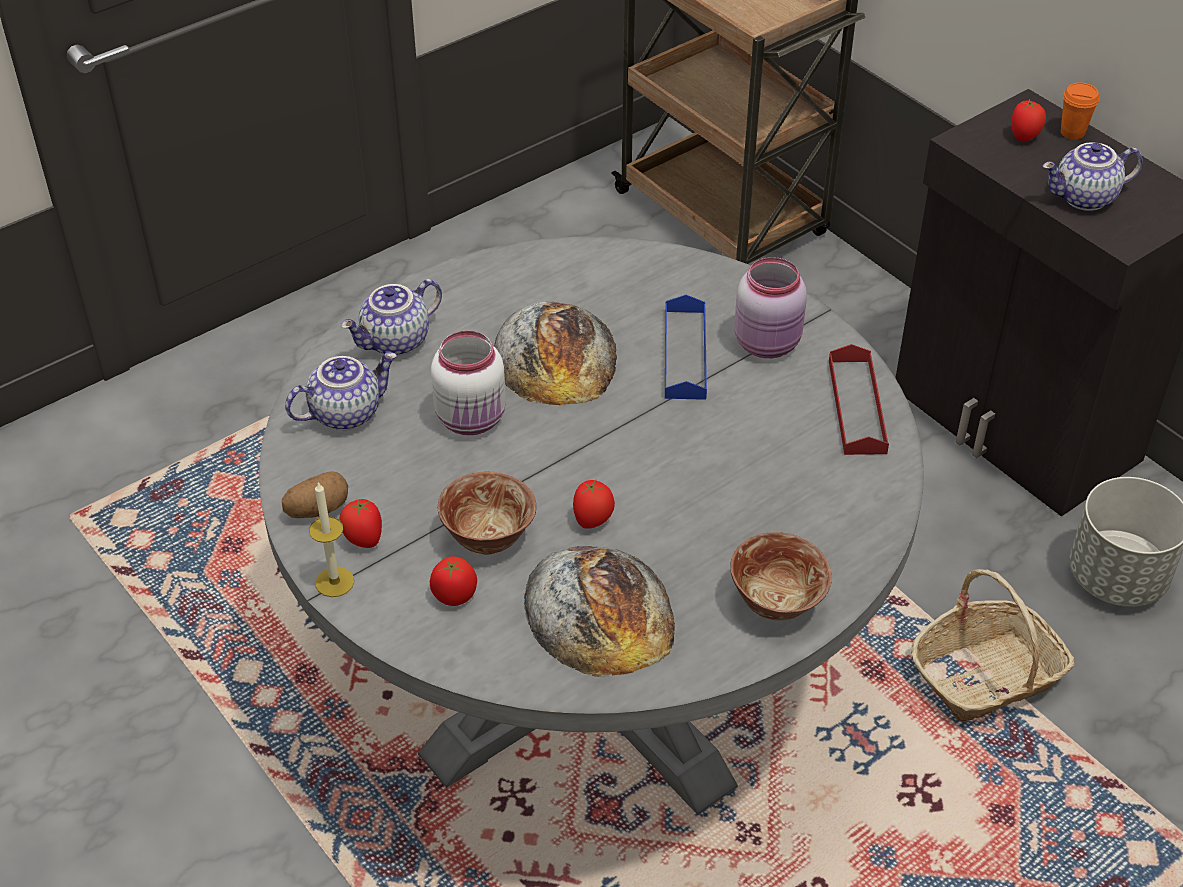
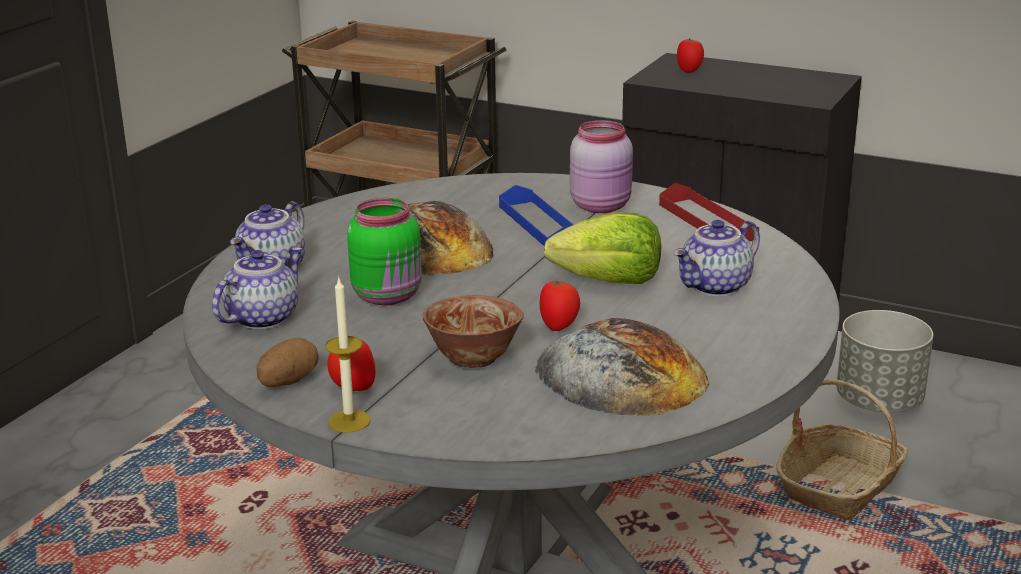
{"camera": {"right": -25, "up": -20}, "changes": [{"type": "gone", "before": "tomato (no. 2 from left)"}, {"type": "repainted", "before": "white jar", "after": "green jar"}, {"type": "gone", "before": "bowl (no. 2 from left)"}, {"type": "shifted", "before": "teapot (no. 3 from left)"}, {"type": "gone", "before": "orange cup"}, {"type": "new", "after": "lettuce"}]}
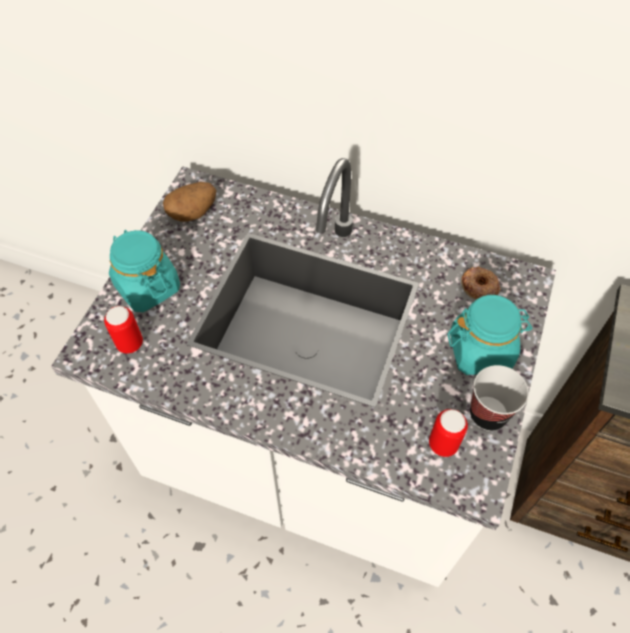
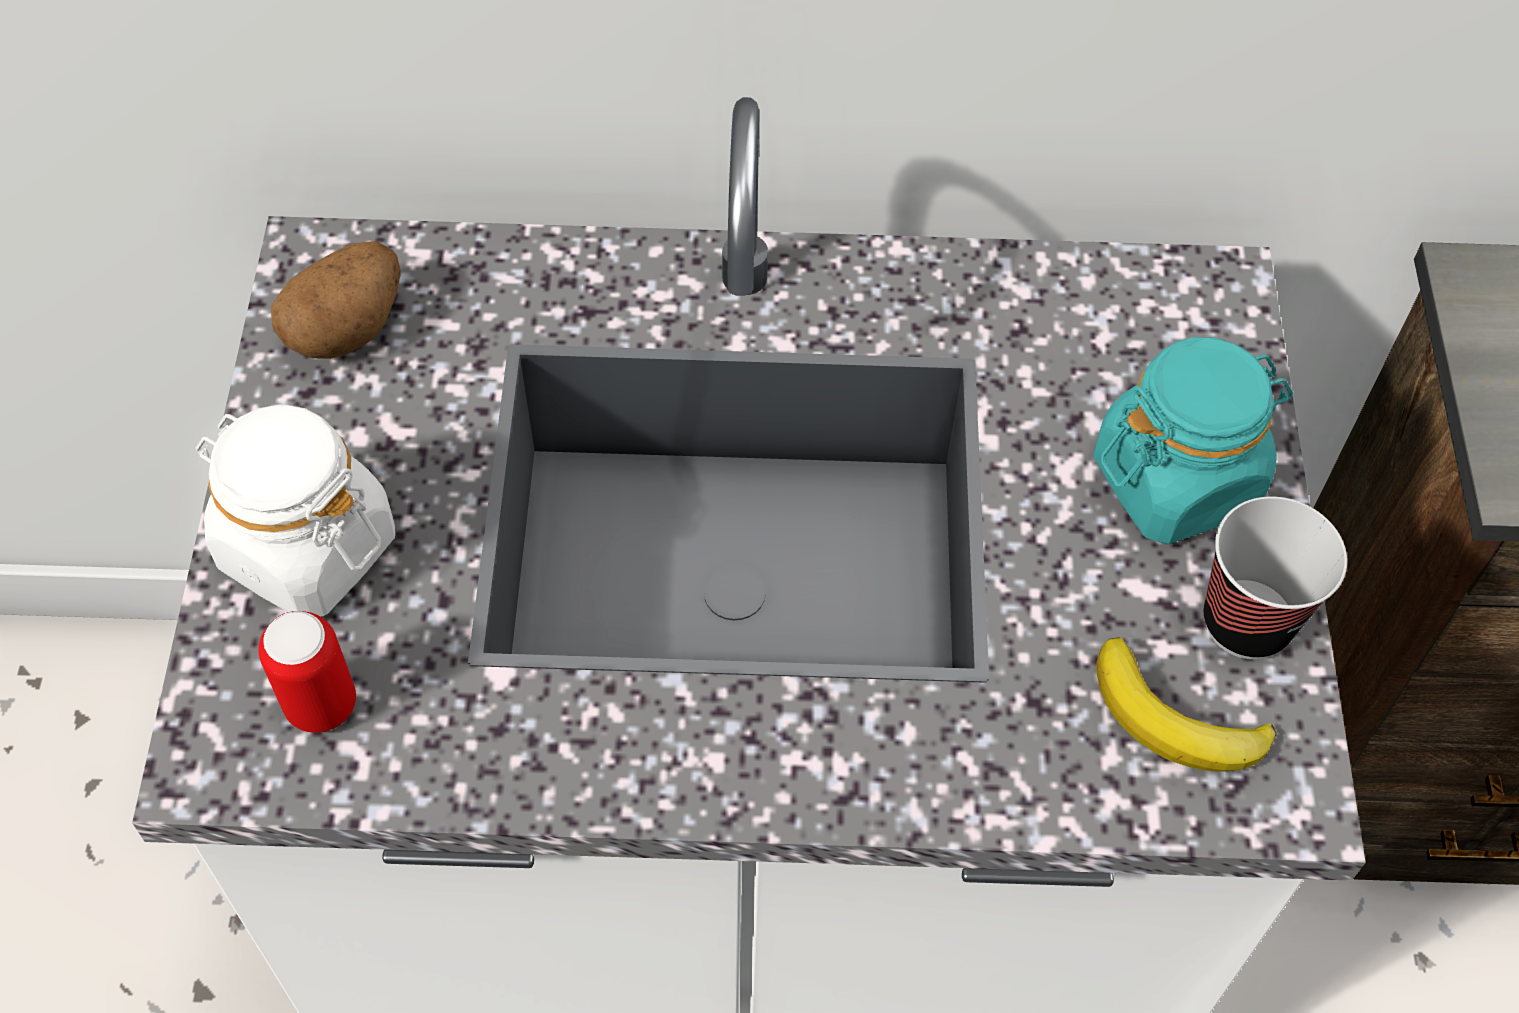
{"camera": {"right": -20, "up": 0}, "changes": [{"type": "repainted", "before": "turquoise jar (no. 1 from left)", "after": "white jar"}, {"type": "swapped", "before": "can (no. 2 from left)", "after": "banana"}, {"type": "gone", "before": "donut"}]}
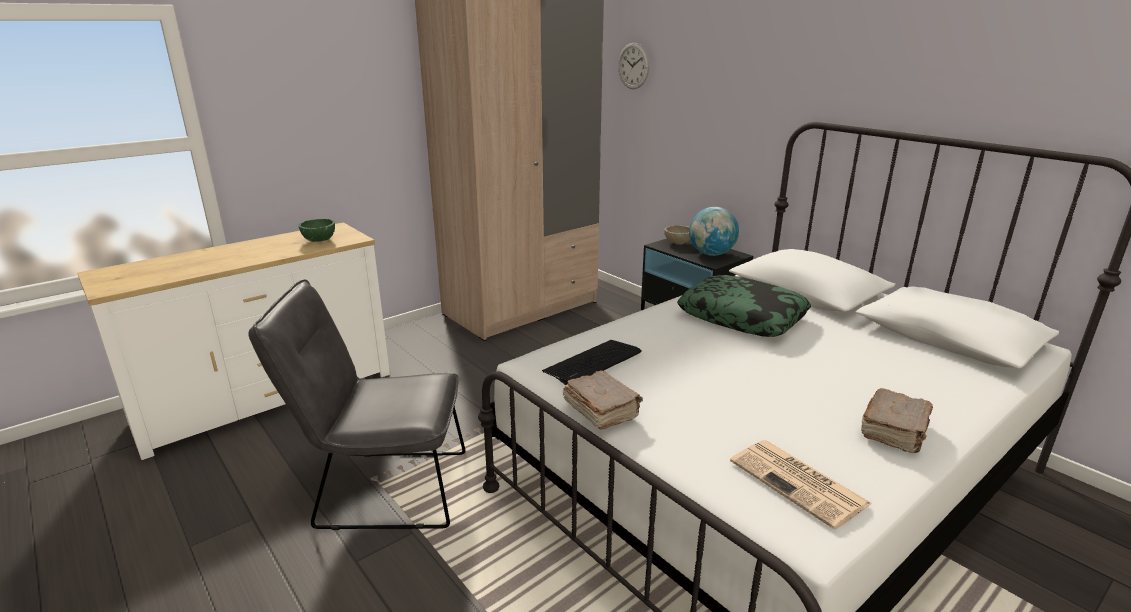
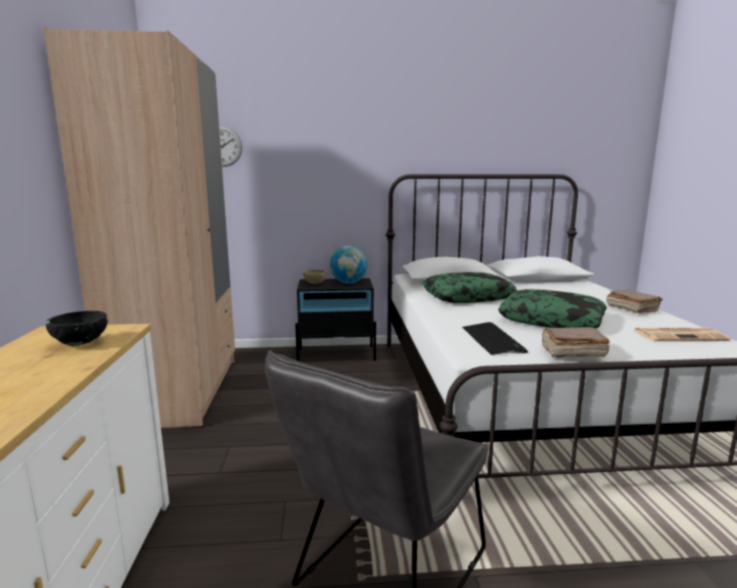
{"camera": {"right": -55, "up": -10}, "changes": [{"type": "repainted", "before": "green bowl", "after": "black bowl"}, {"type": "new", "after": "pillow (no. 2 from left)"}]}
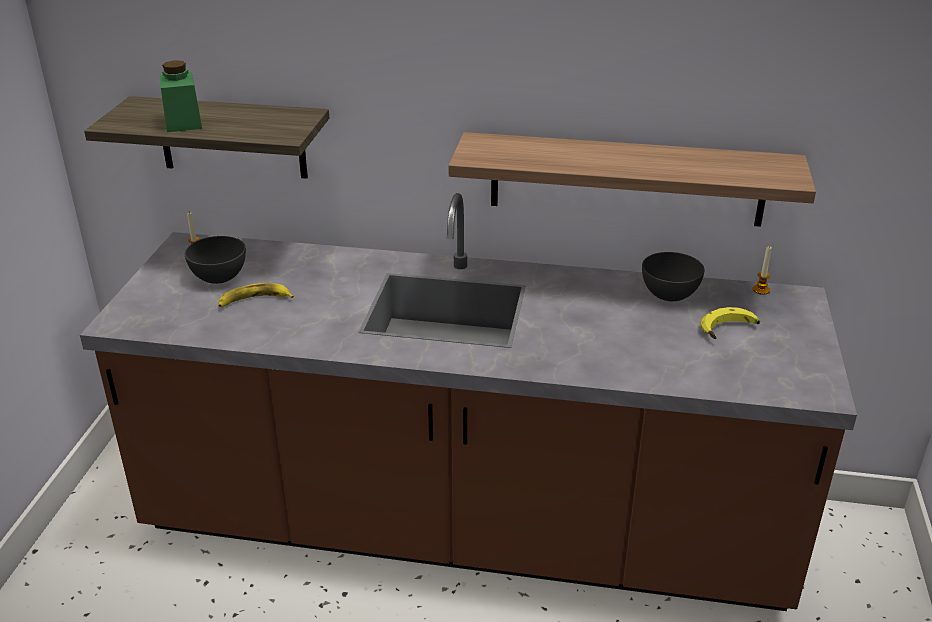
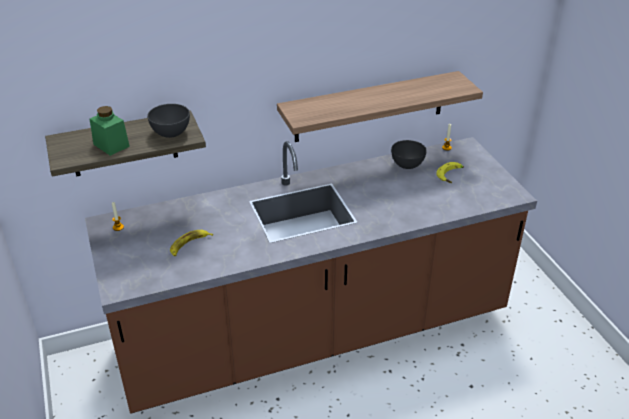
{"camera": {"right": -30, "up": 5}, "changes": [{"type": "shifted", "before": "grey bowl (no. 1 from left)"}]}
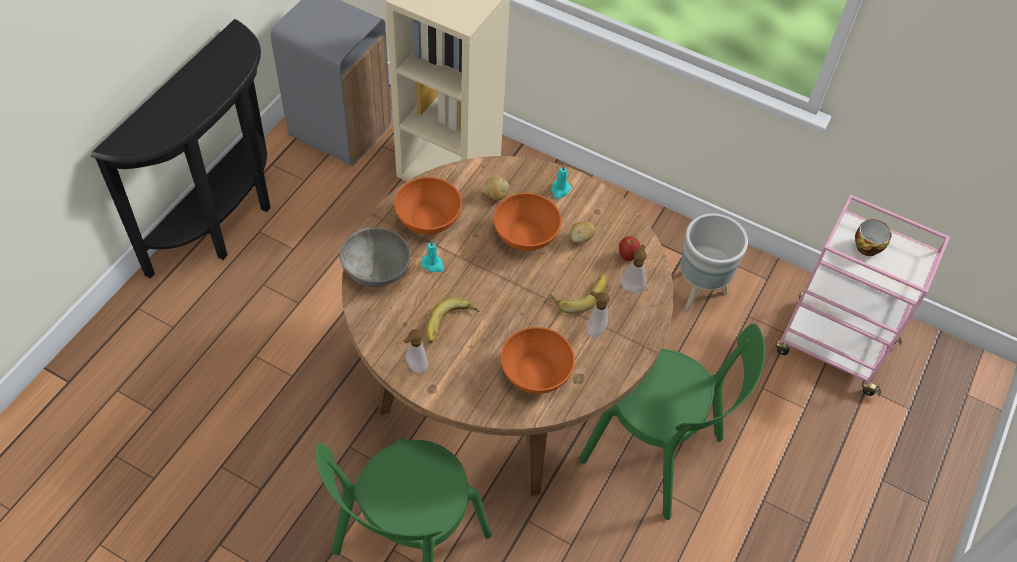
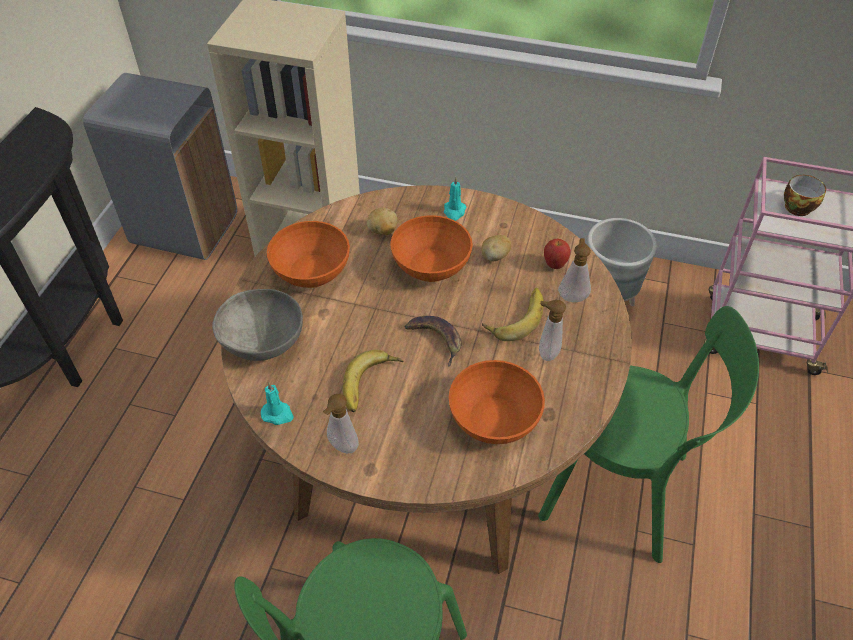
{"camera": {"right": -10, "up": -5}, "changes": [{"type": "shifted", "before": "turquoise candle (no. 1 from left)"}, {"type": "new", "after": "banana (no. 2 from left)"}]}
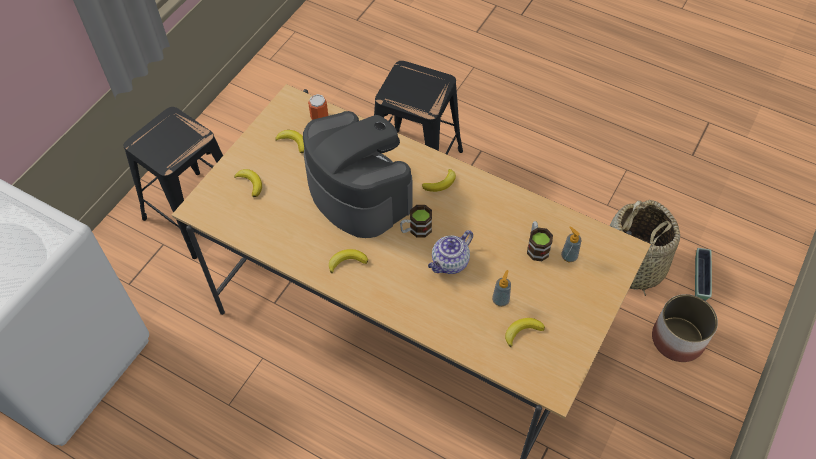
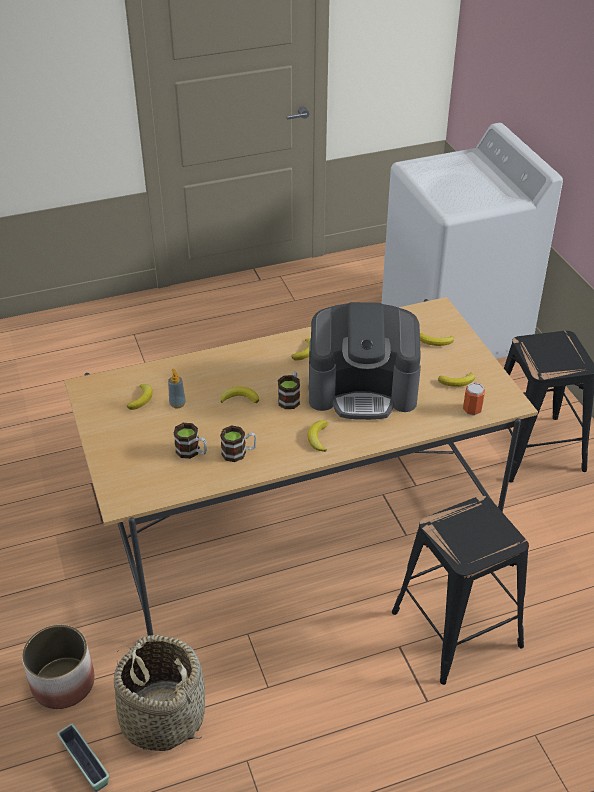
{"camera": {"right": 130, "up": -15}, "changes": [{"type": "swapped", "before": "teapot", "after": "banana (no. 2 from left)"}, {"type": "gone", "before": "soap dispenser (no. 2 from left)"}, {"type": "new", "after": "mug (no. 2 from left)"}]}
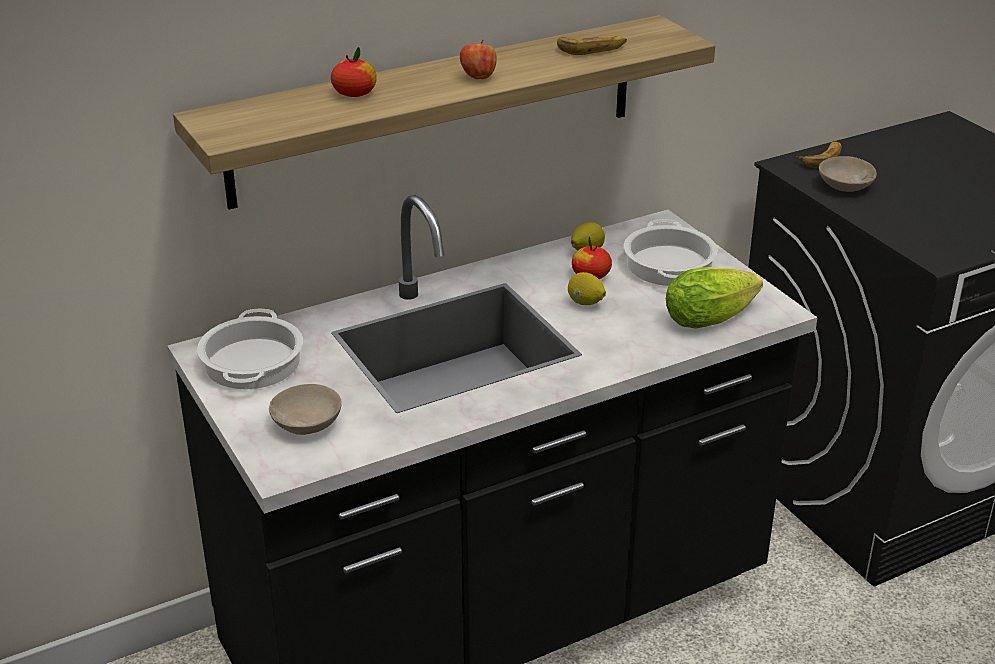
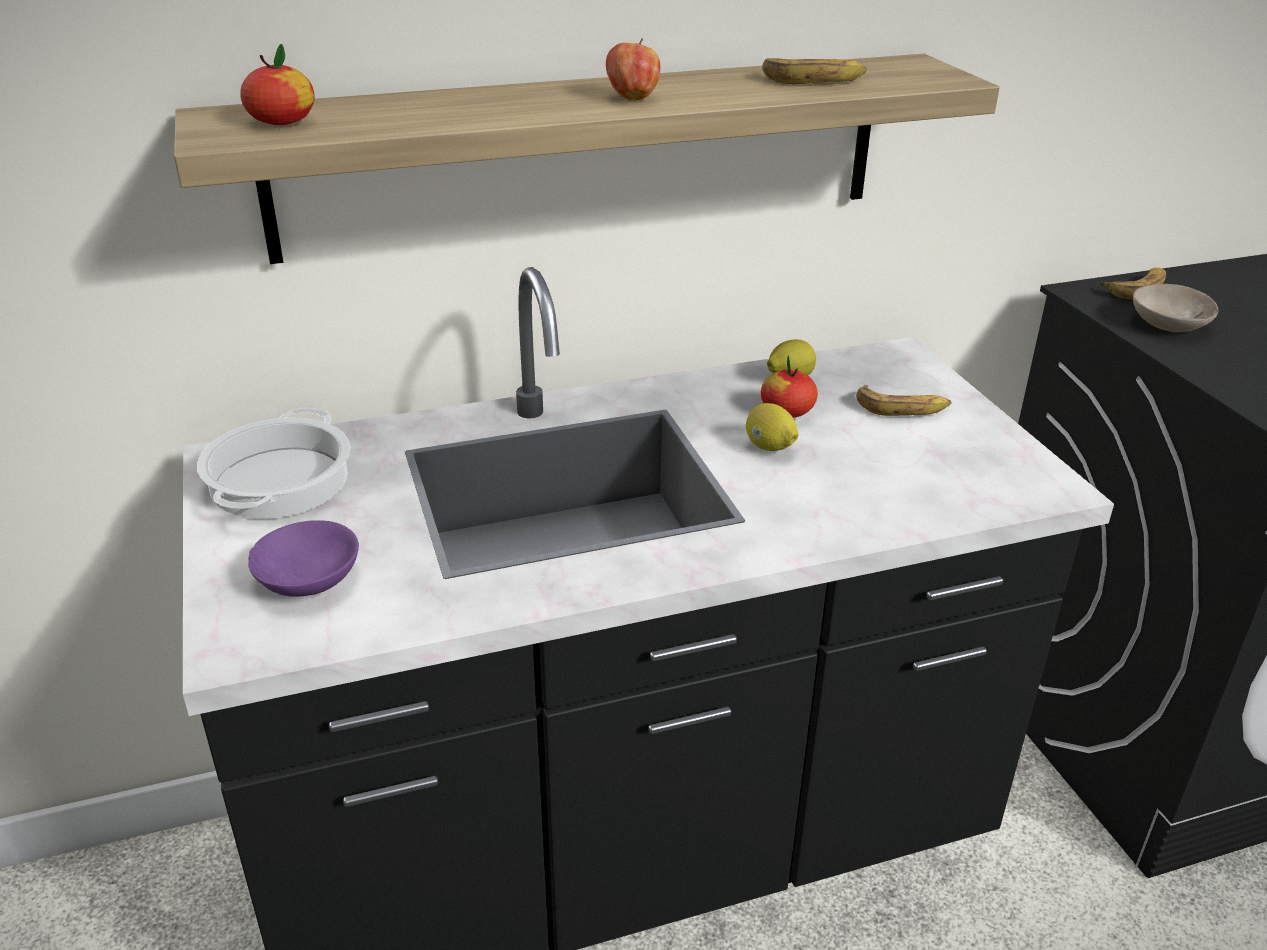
{"camera": {"right": 10, "up": 0}, "changes": [{"type": "repainted", "before": "beige bowl (no. 1 from left)", "after": "purple bowl"}, {"type": "shifted", "before": "apple (no. 1 from left)"}, {"type": "swapped", "before": "cooking pot (no. 2 from left)", "after": "banana (no. 2 from left)"}, {"type": "gone", "before": "lettuce"}]}
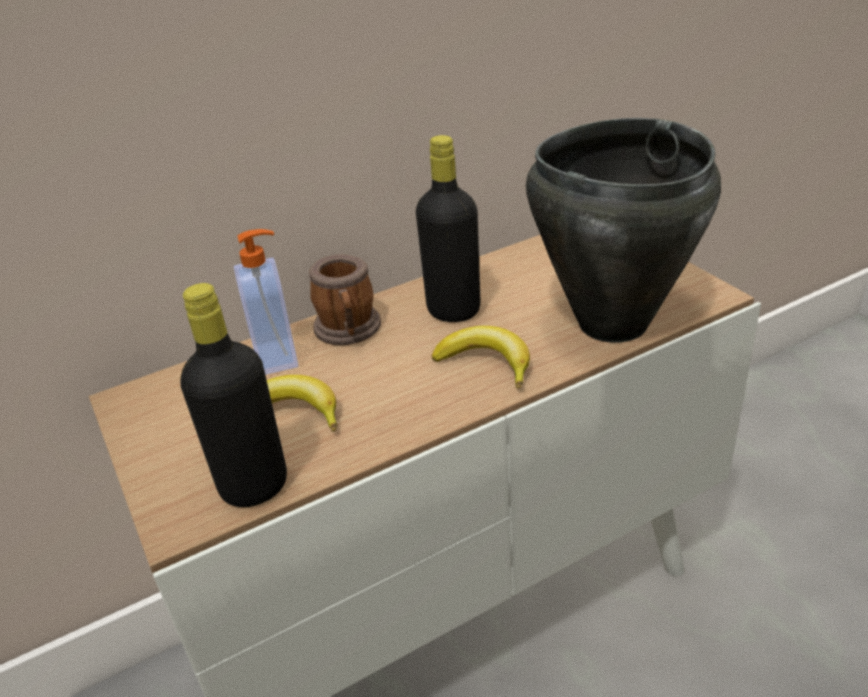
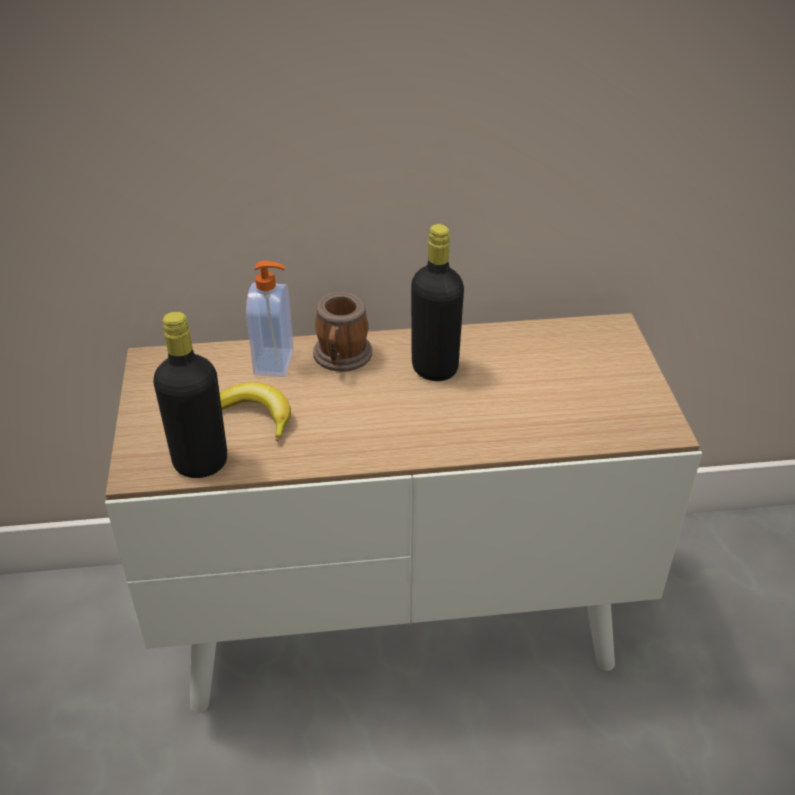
{"camera": {"right": 20, "up": 5}, "changes": [{"type": "gone", "before": "banana (no. 2 from left)"}, {"type": "gone", "before": "black cooking pot"}]}
